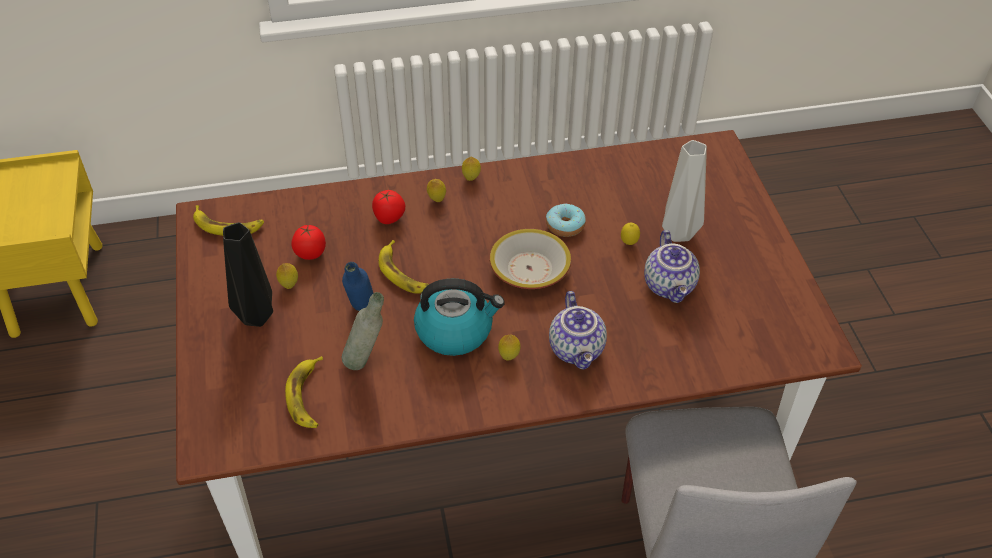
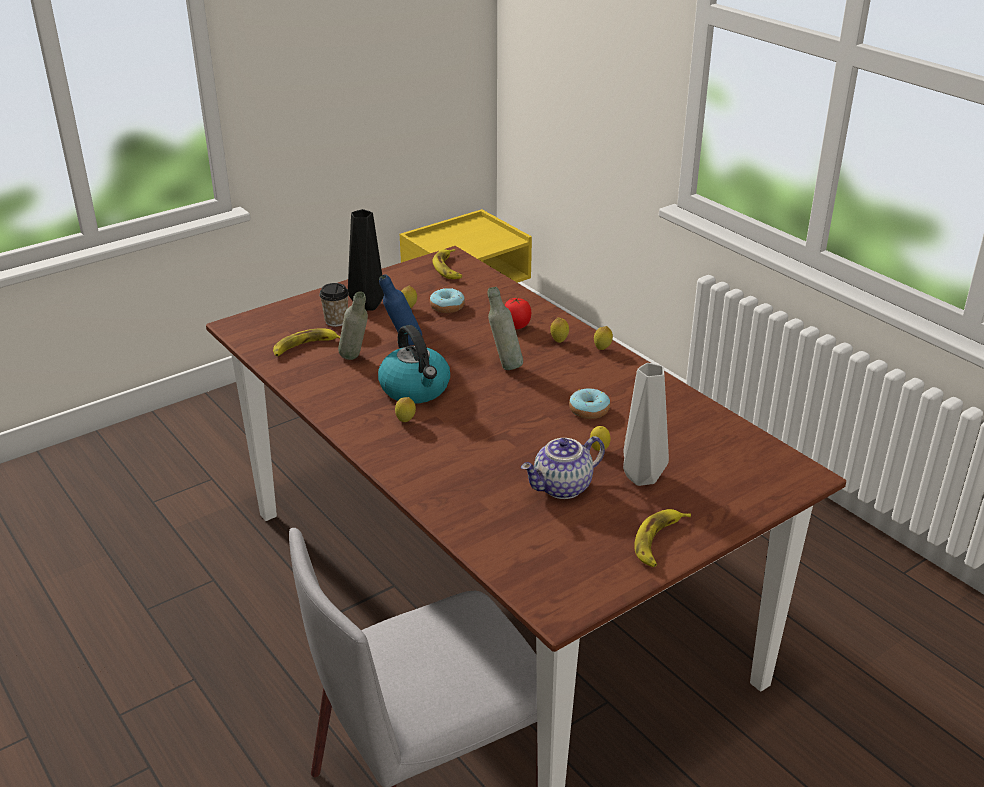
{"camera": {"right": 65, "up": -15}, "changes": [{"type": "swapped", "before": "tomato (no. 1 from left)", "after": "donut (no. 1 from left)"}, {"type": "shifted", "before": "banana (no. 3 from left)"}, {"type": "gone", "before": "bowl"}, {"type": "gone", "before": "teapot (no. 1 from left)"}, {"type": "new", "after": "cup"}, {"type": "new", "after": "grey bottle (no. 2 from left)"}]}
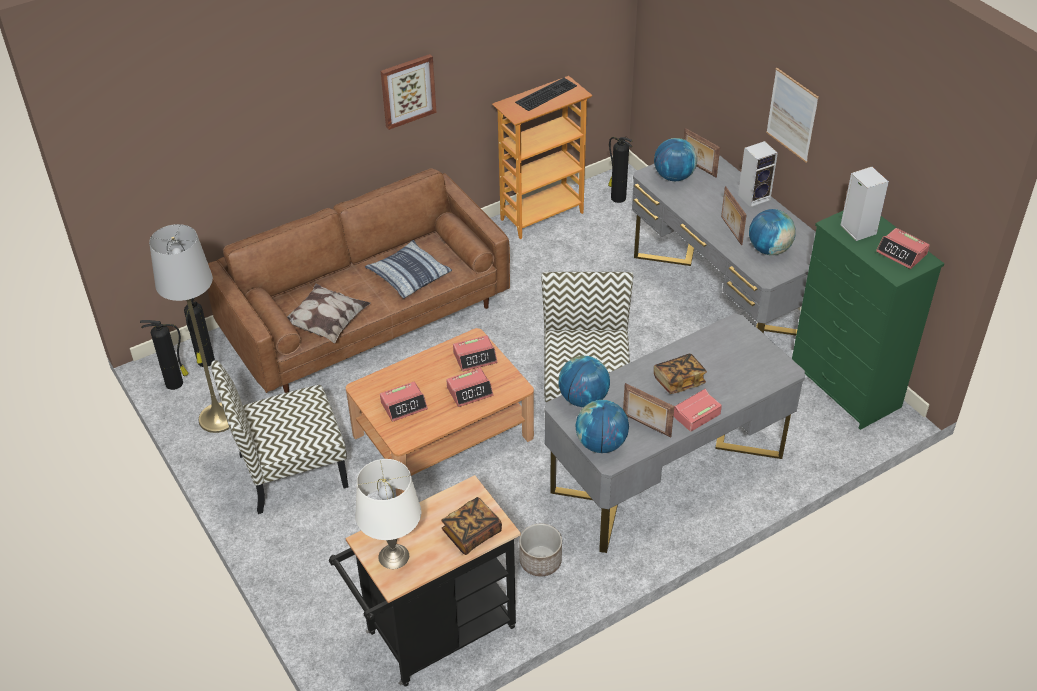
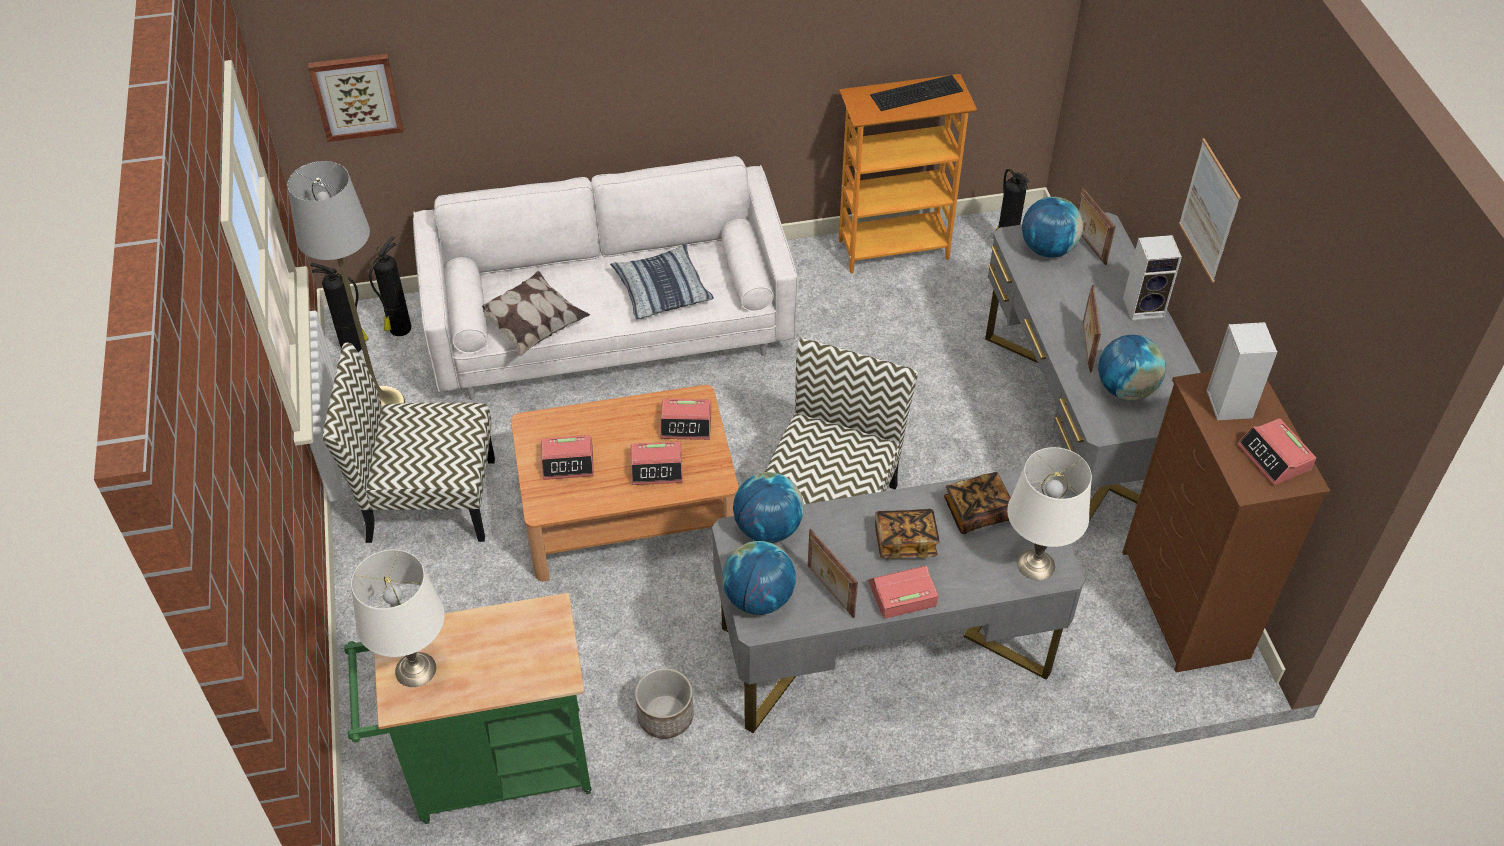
{"camera": {"right": 20, "up": 5}, "changes": [{"type": "repainted", "before": "brown sofa", "after": "white sofa"}, {"type": "repainted", "before": "black cart", "after": "green cart"}, {"type": "shifted", "before": "picture (no. 1 from left)"}, {"type": "shifted", "before": "book (no. 1 from left in the first image)", "after": "book (no. 2 from left)"}, {"type": "repainted", "before": "green dresser", "after": "brown dresser"}, {"type": "new", "after": "white table lamp (no. 2 from left)"}]}
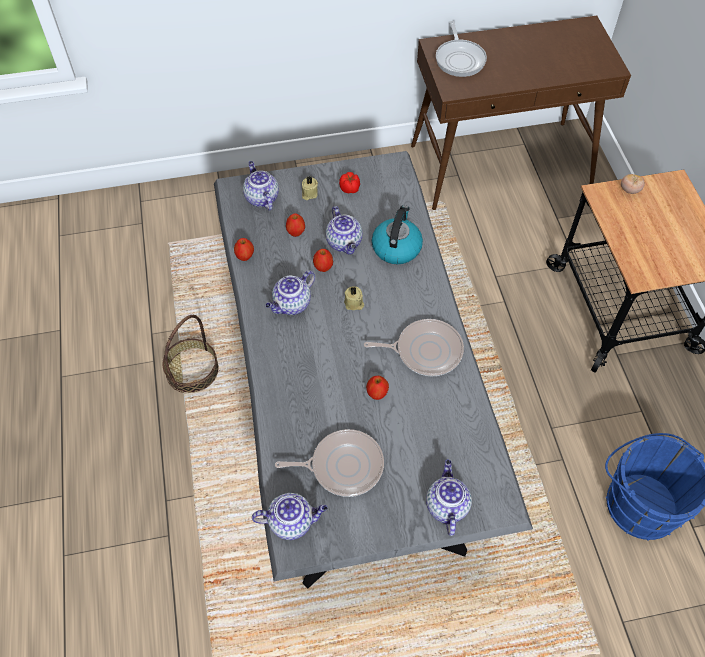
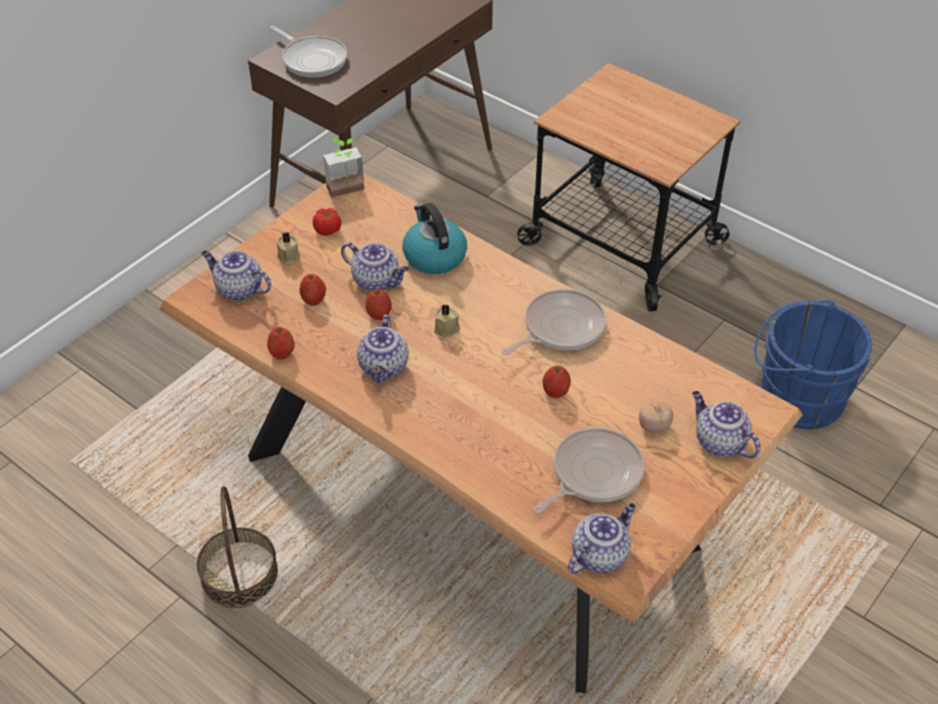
{"camera": {"right": -40, "up": -10}, "changes": [{"type": "repainted", "before": "grey dining table", "after": "brown dining table"}, {"type": "shifted", "before": "tomato (no. 2 from left)"}, {"type": "new", "after": "potted plant"}]}
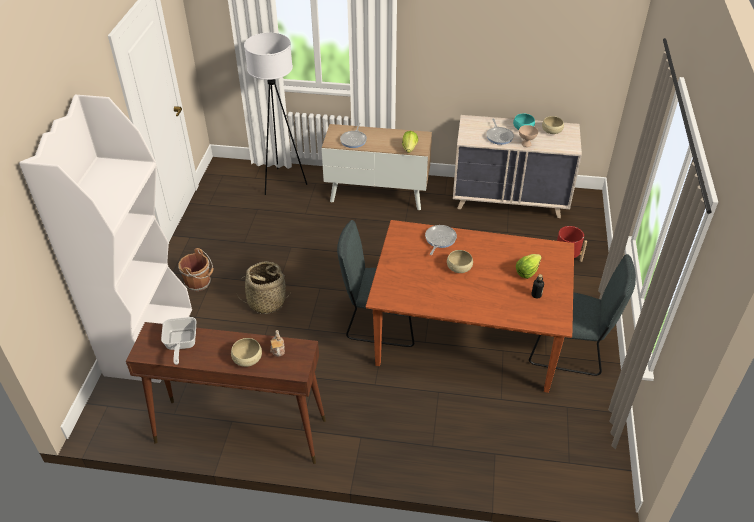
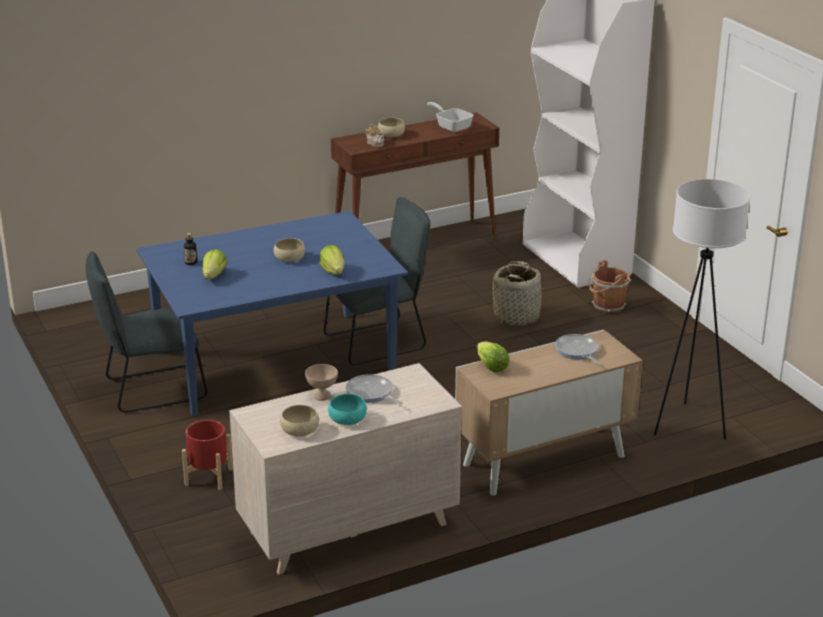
{"camera": {"right": 145, "up": -15}, "changes": [{"type": "repainted", "before": "brown dining table", "after": "blue dining table"}, {"type": "swapped", "before": "frying pan (no. 3 from left)", "after": "lettuce (no. 2 from left)"}]}
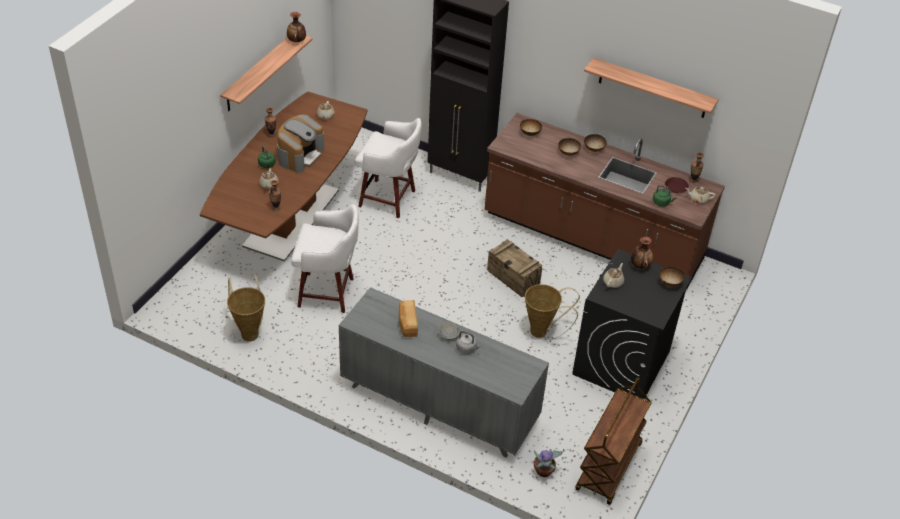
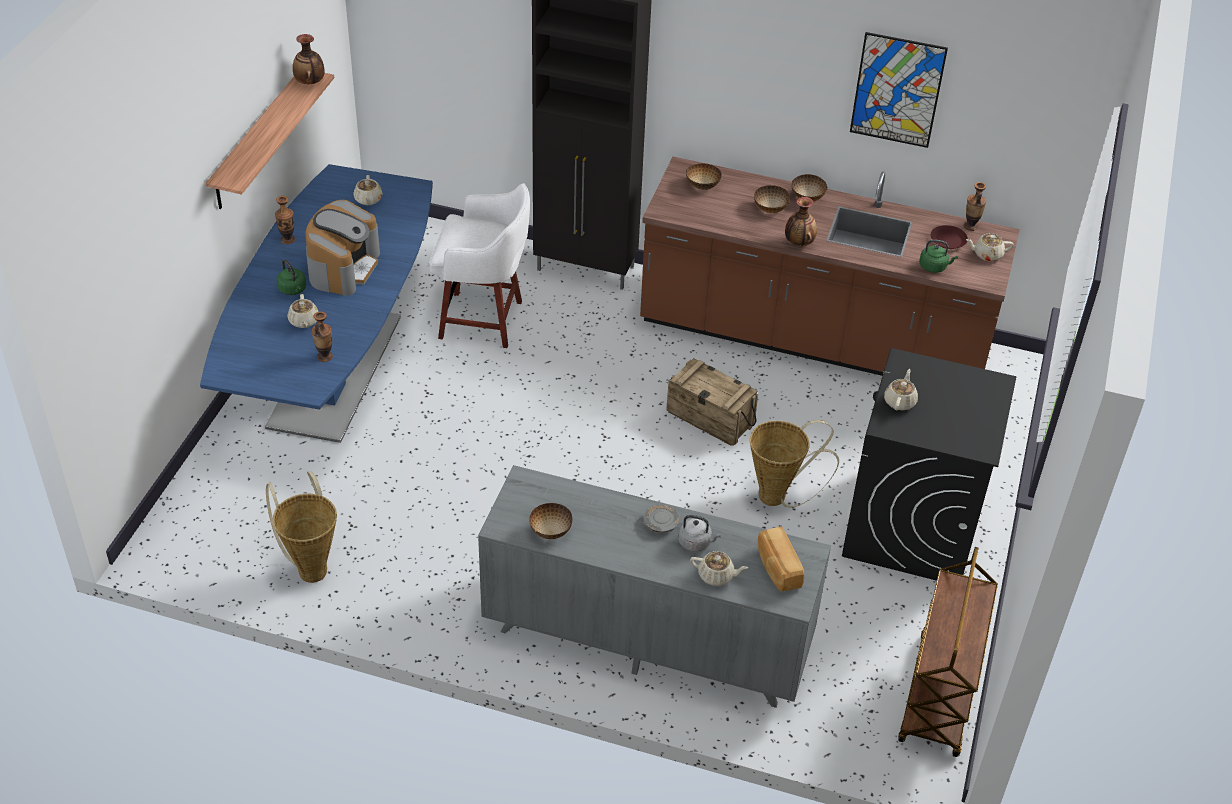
{"camera": {"right": -10, "up": 0}, "changes": [{"type": "repainted", "before": "brown dining table", "after": "blue dining table"}, {"type": "gone", "before": "white stool (no. 1 from left)"}, {"type": "shifted", "before": "bread"}, {"type": "gone", "before": "potted plant"}, {"type": "swapped", "before": "shelf (no. 2 from left)", "after": "picture"}, {"type": "shifted", "before": "vase (no. 4 from left)"}, {"type": "shifted", "before": "bowl (no. 4 from left in the first image)", "after": "bowl (no. 1 from left)"}, {"type": "new", "after": "beige teapot (no. 3 from left)"}]}
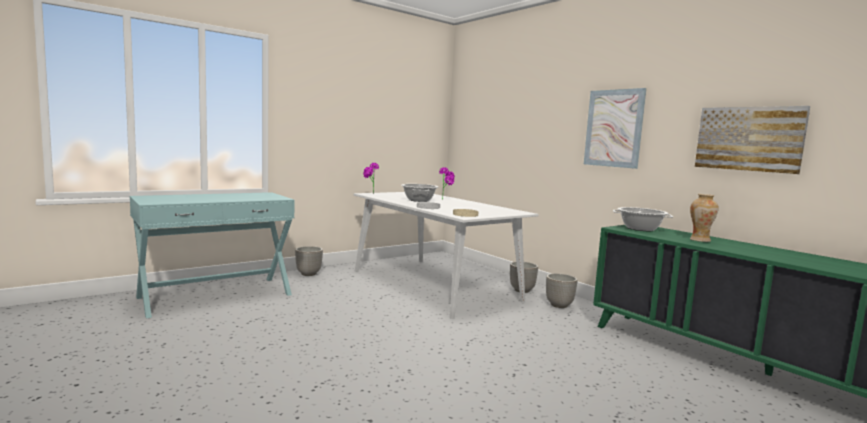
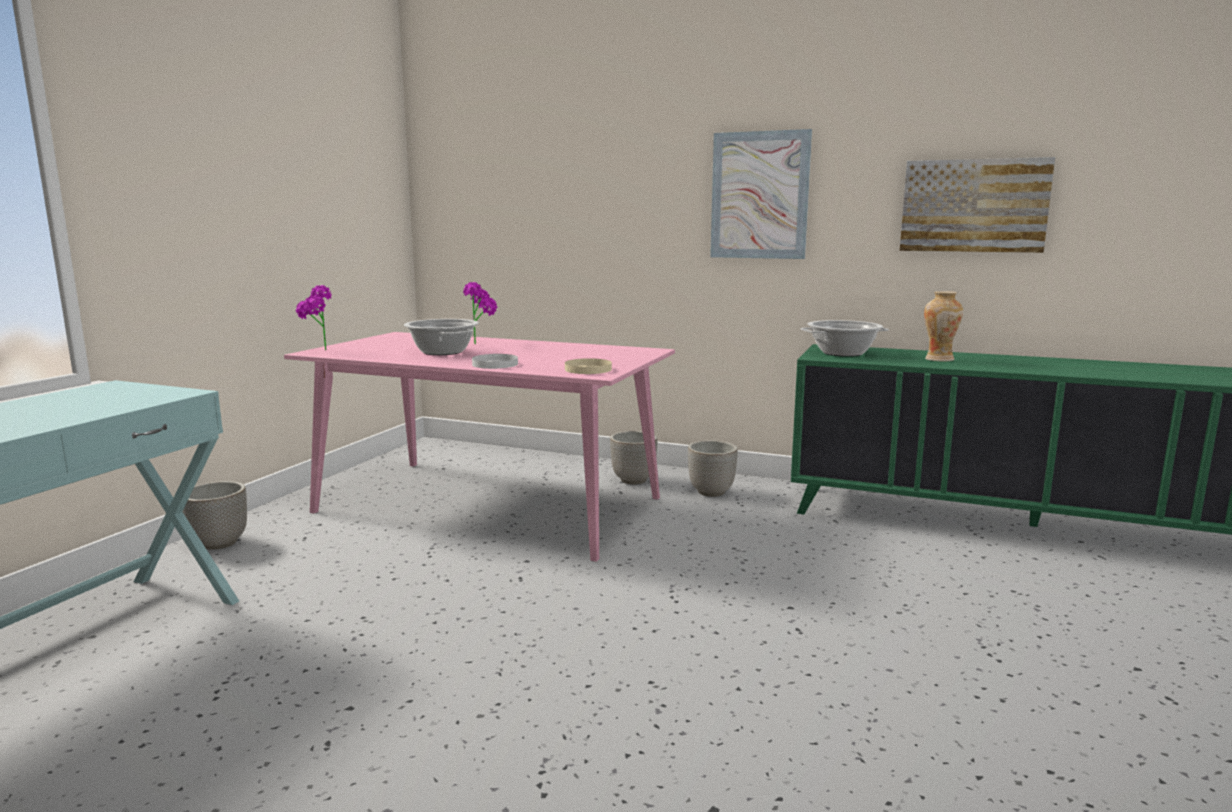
{"camera": {"right": -30, "up": 5}, "changes": [{"type": "repainted", "before": "white dining table", "after": "pink dining table"}]}
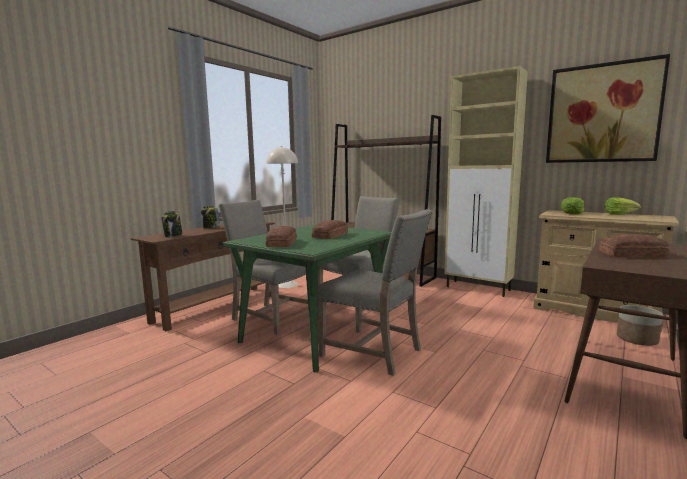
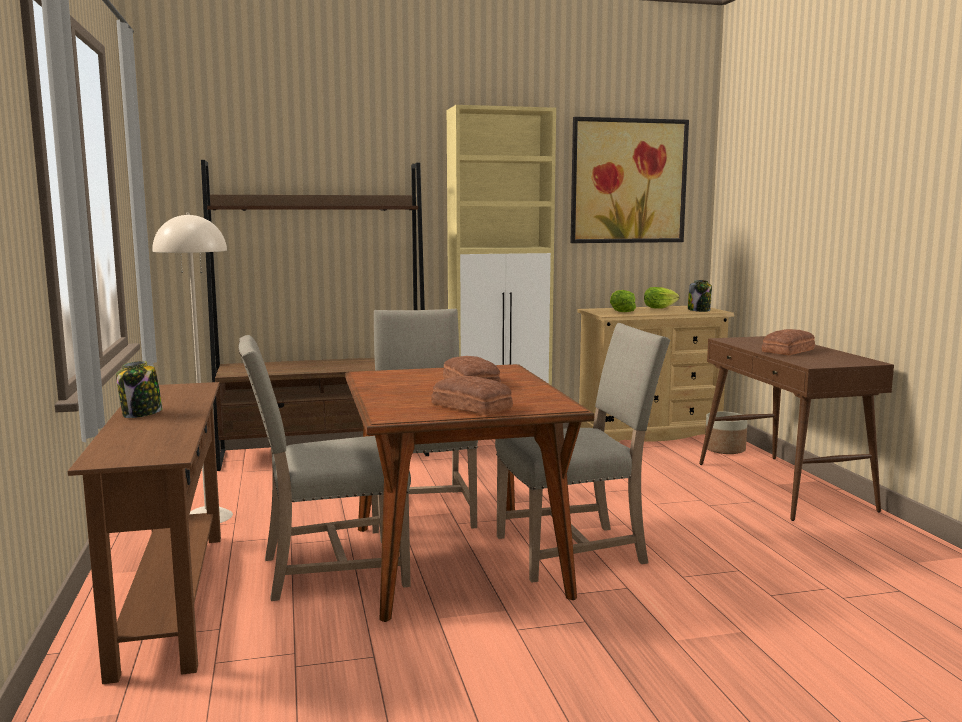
{"camera": {"right": -50, "up": 0}, "changes": [{"type": "shifted", "before": "jar (no. 1 from left in the first image)", "after": "jar (no. 2 from left)"}, {"type": "repainted", "before": "green dining table", "after": "brown dining table"}]}
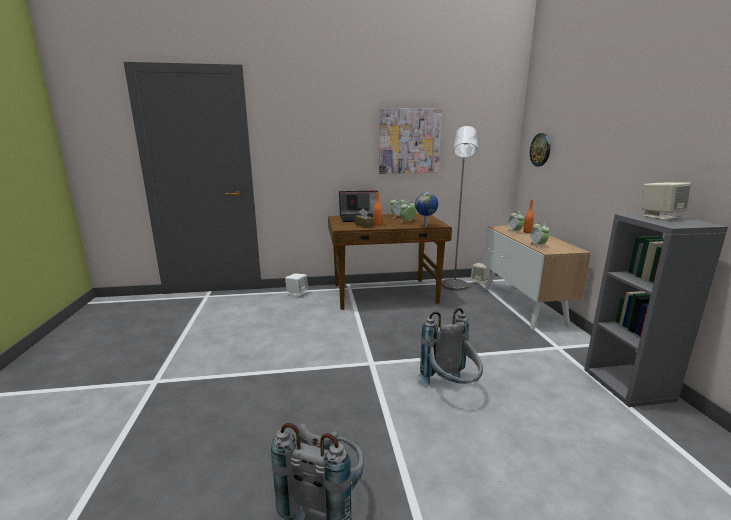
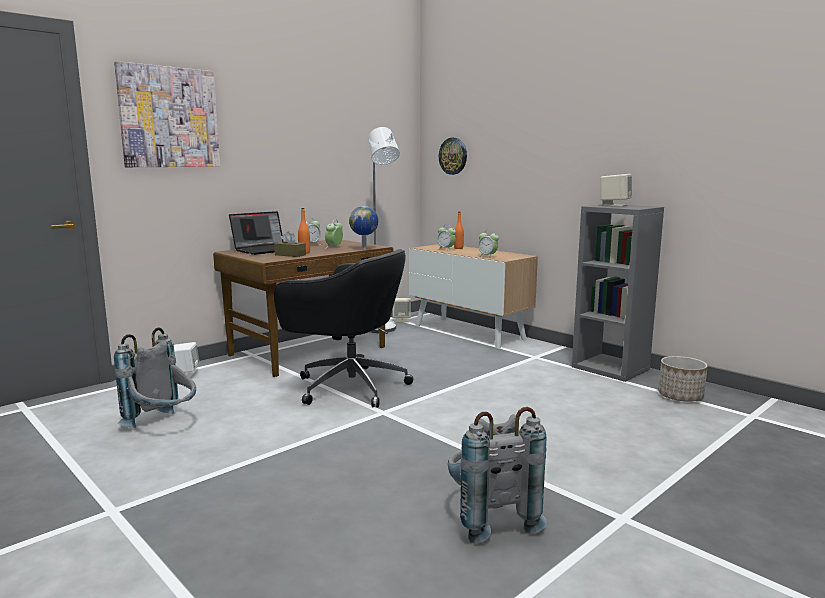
{"camera": {"right": -35, "up": -5}, "changes": [{"type": "shifted", "before": "picture"}, {"type": "shifted", "before": "grey backpack (no. 2 from left in the first image)", "after": "grey backpack (no. 1 from left)"}, {"type": "new", "after": "black office chair"}, {"type": "new", "after": "planter"}]}
